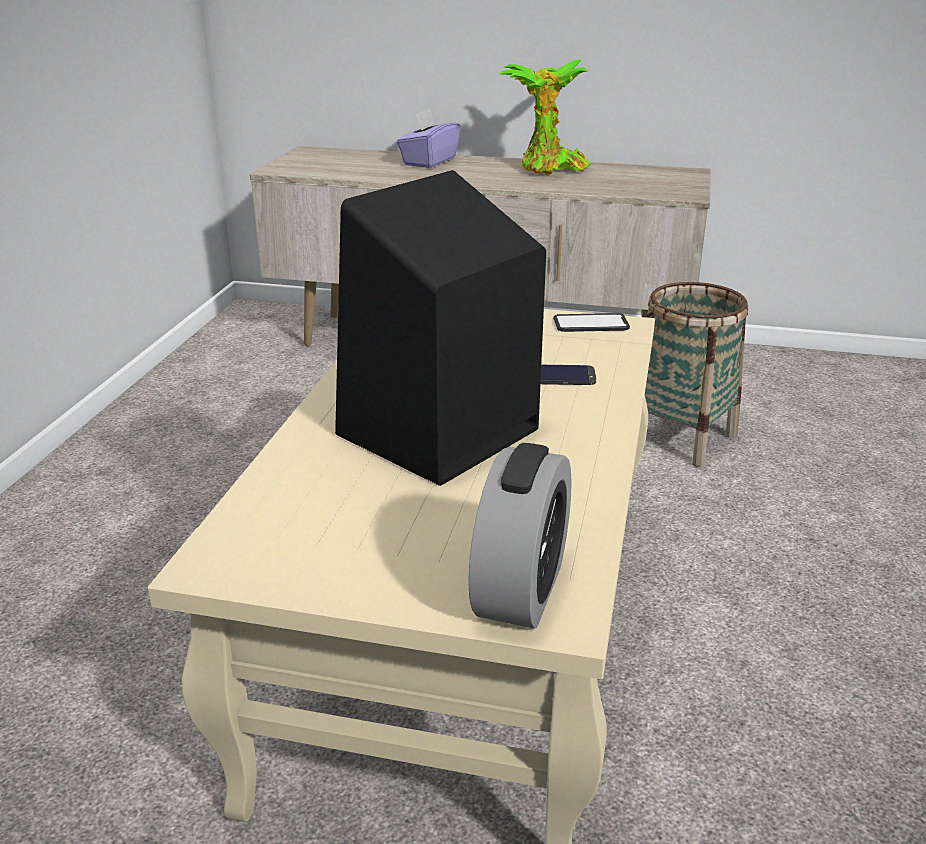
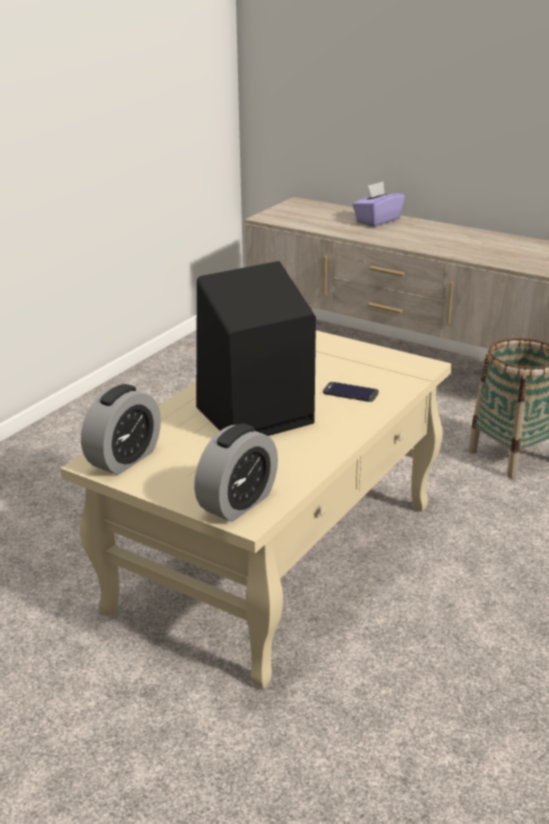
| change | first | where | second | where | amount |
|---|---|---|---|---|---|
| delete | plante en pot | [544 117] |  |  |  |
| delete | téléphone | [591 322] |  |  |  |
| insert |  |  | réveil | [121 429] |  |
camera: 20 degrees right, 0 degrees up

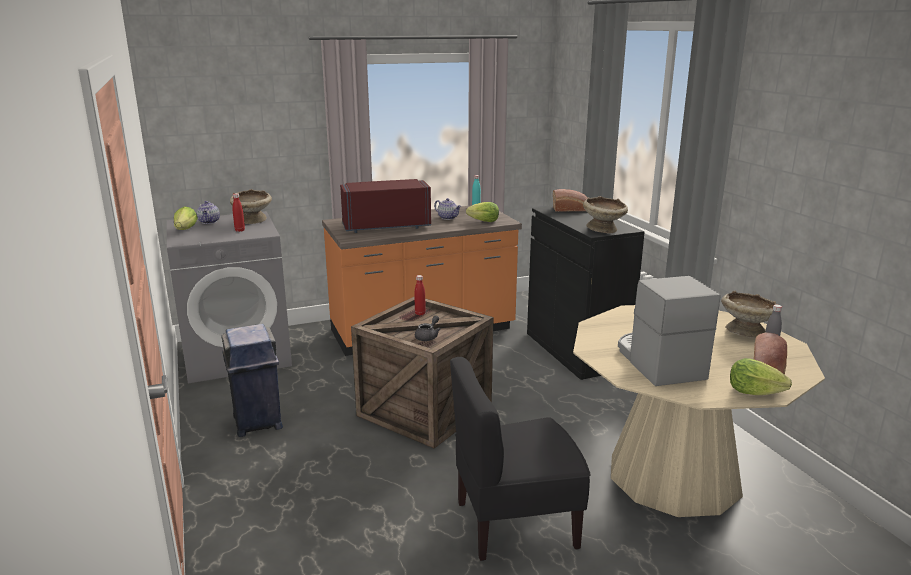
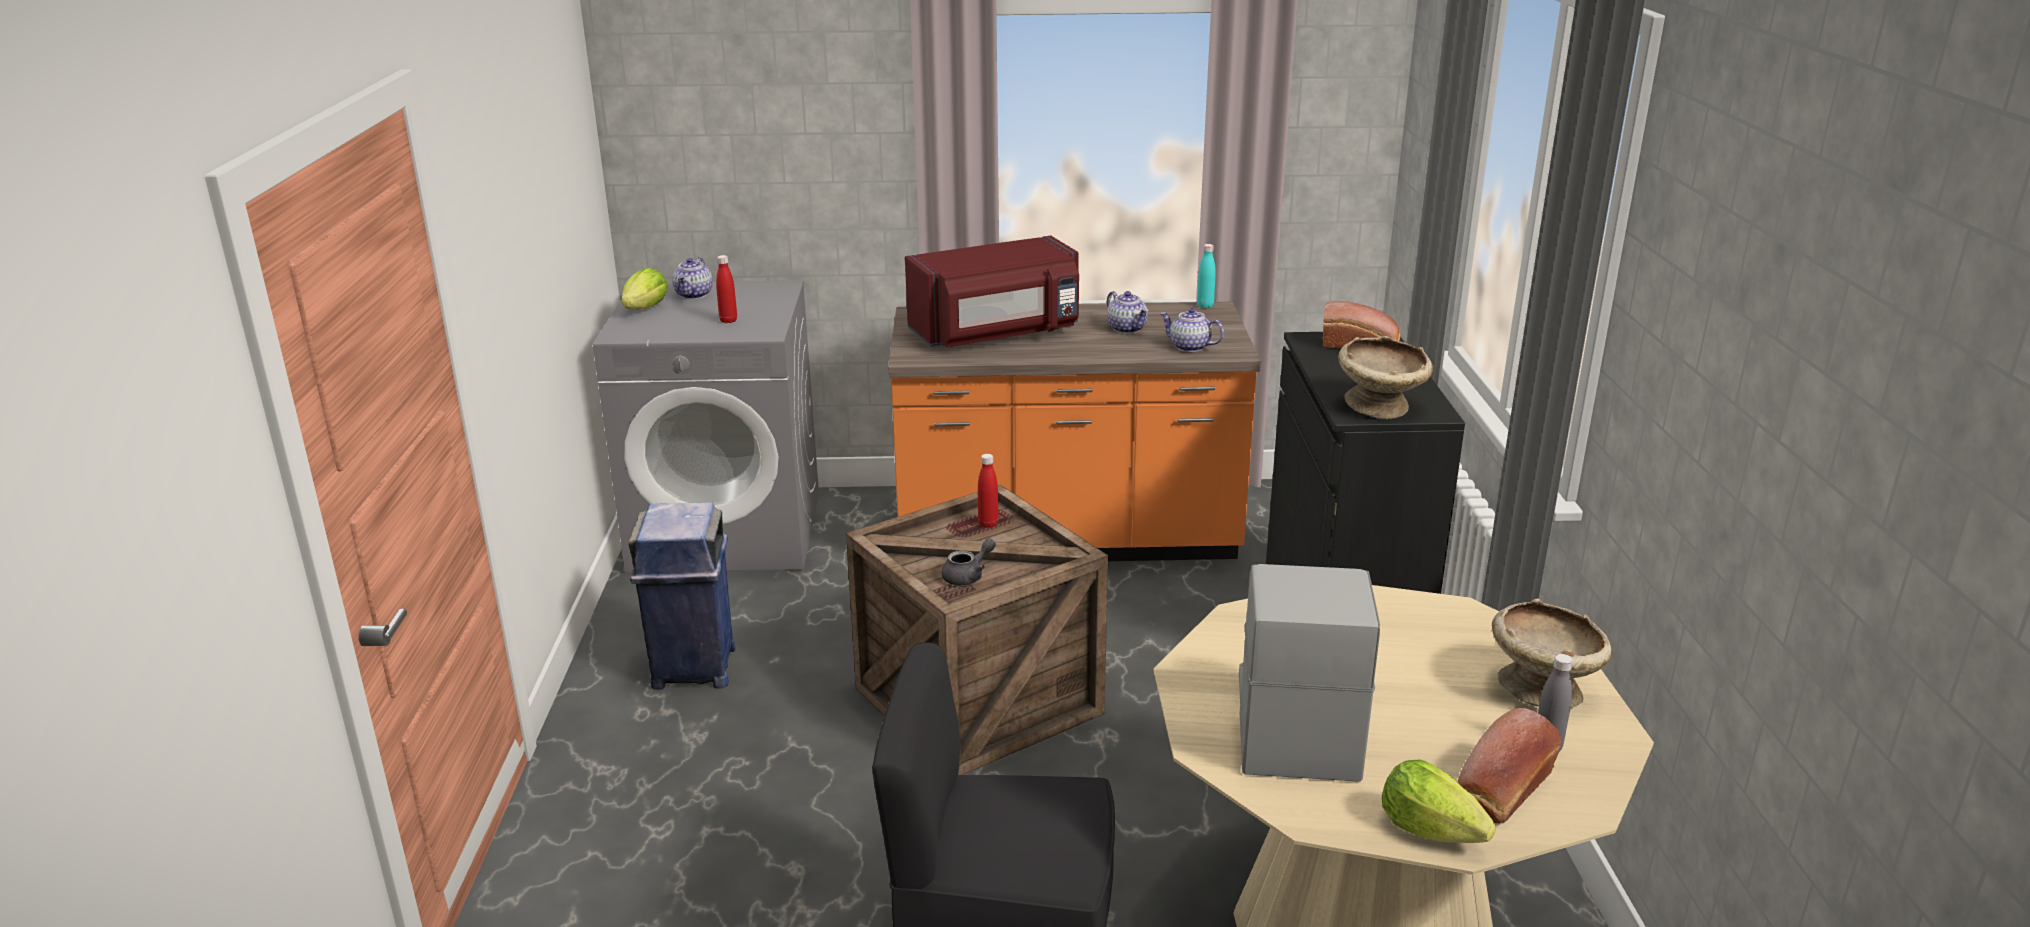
| change | first | where | second | where | amount |
|---|---|---|---|---|---|
| delete | bol/beige | [251 206] |  |  |  |
| replace | laitue | [482 212] | théière | [1192 330] |  |
| rotate | micro-ondes/rouge | [385 206] |  | [992 291] | 150 degrees clockwise |
camera: 20 degrees right, 5 degrees up

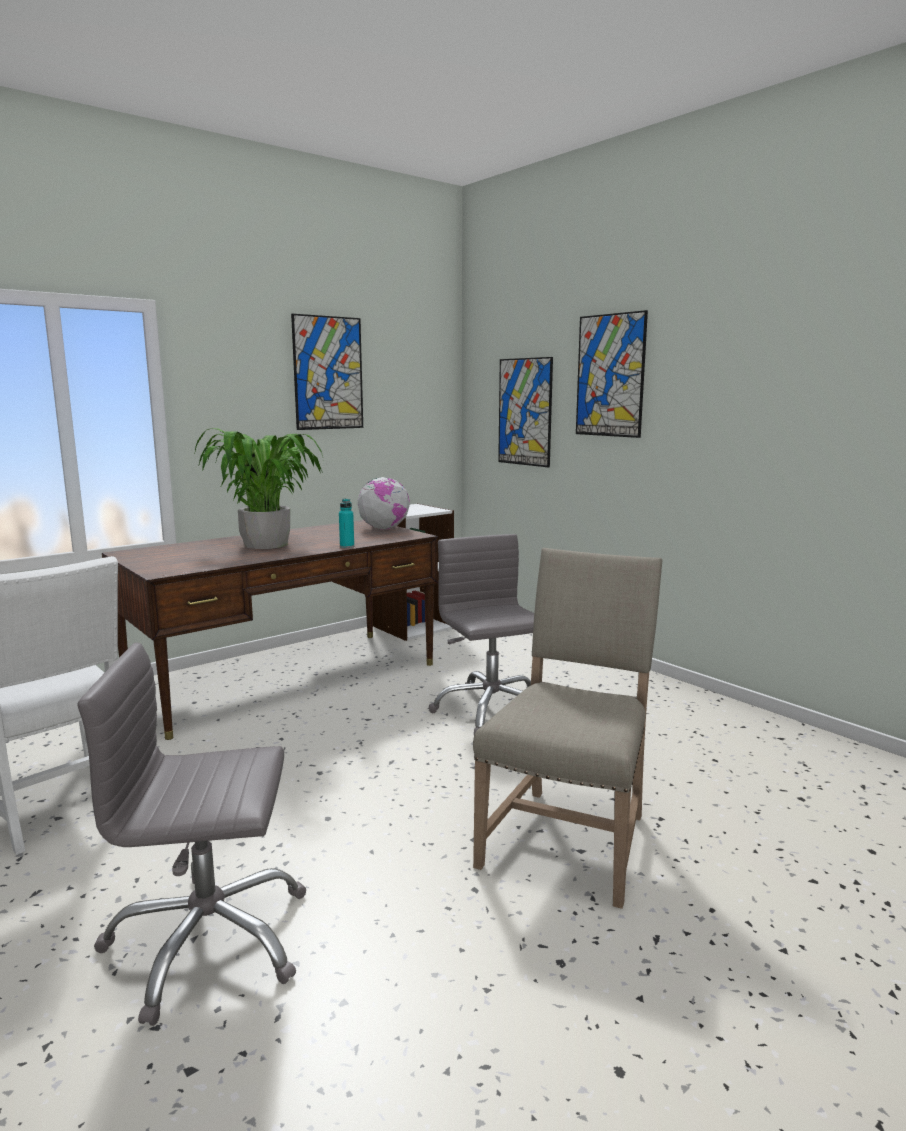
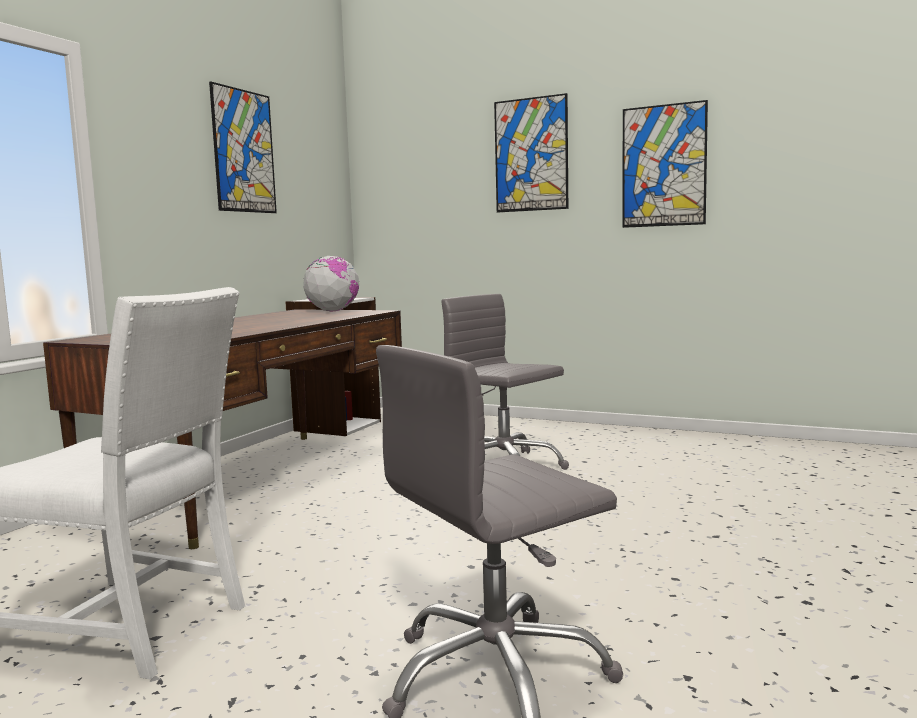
| change | first | where | second | where | amount |
|---|---|---|---|---|---|
| delete | plante en pot | [258 488] |  |  |  |
| delete | bouteille/turquoise | [346 523] |  |  |  |
| delete | chaise/beige | [567 728] |  |  |  |
| move | tableau | [525 412] |  | [665 164] |  |
camera: 25 degrees left, 5 degrees down

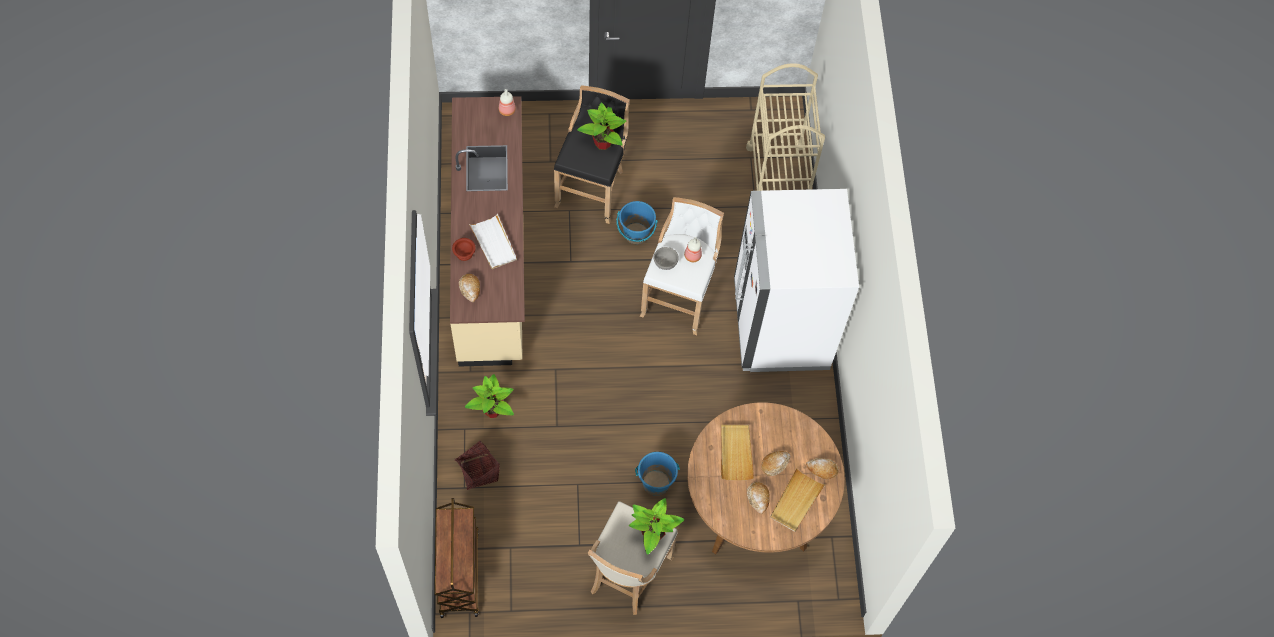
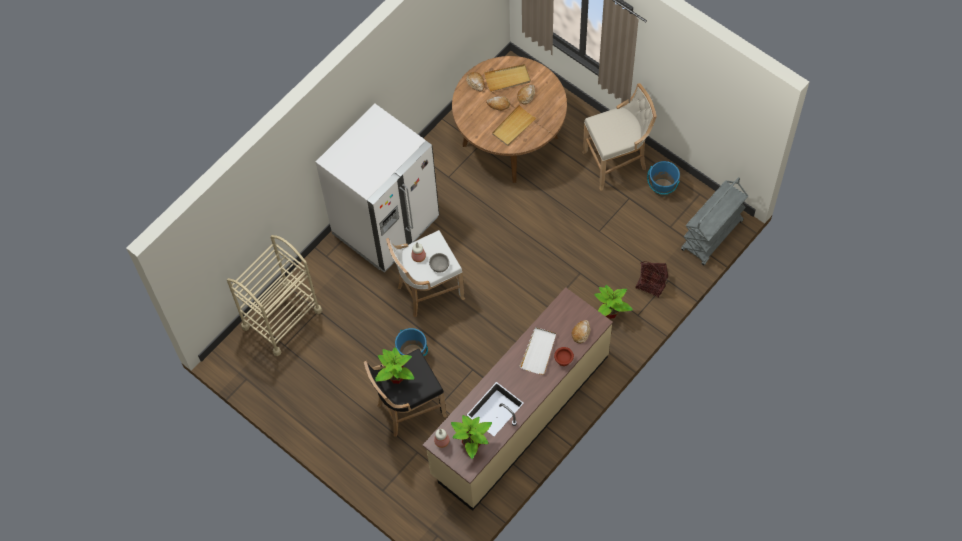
| change | first | where | second | where | amount |
|---|---|---|---|---|---|
| move | plante en pot | [657 526] |  | [471 437] |  |
| move | seau/bleu | [657 474] |  | [663 179] |  |
| recolor | chariot/marron | [457 558] | chariot/gris | [714 221] |  |
camera: 130 degrees left, 0 degrees up

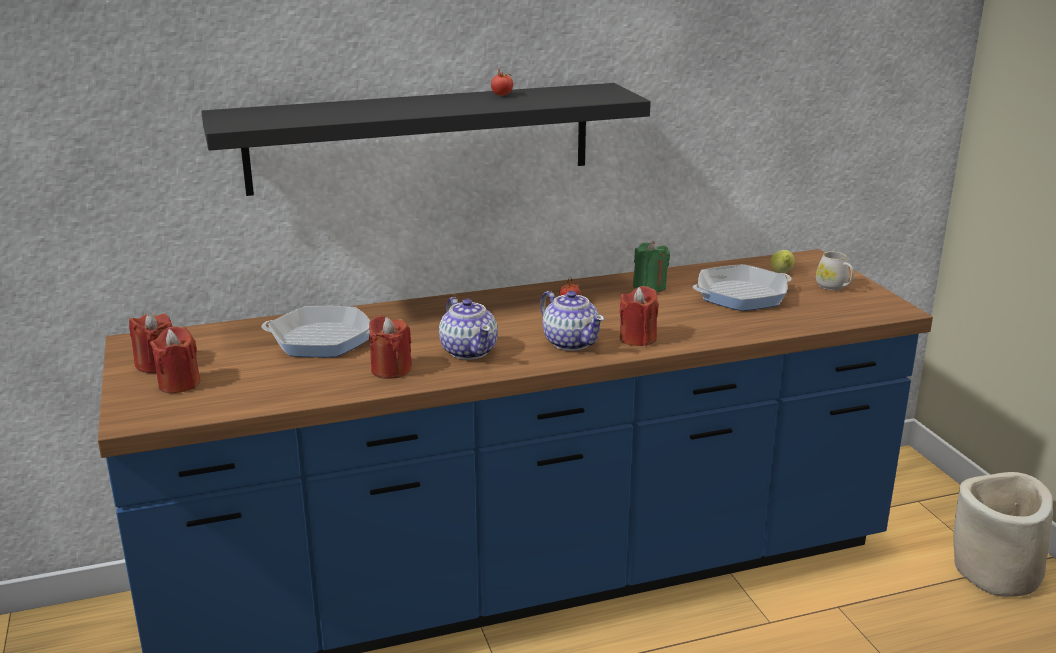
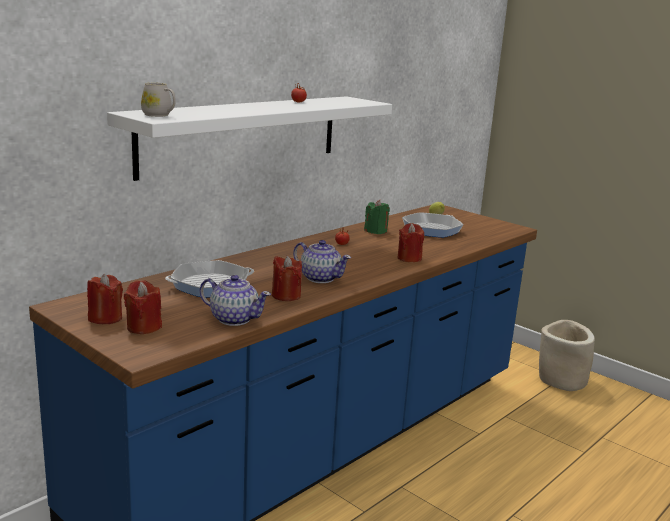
| change | first | where | second | where | amount |
|---|---|---|---|---|---|
| move | théière | [572 321] |  | [235 300] |  |
| move | mug/blanc | [835 270] |  | [158 100] |  |
| recolor | étagère/noir | [426 139] | étagère/blanc | [249 138] |  |
camera: 30 degrees left, 5 degrees down

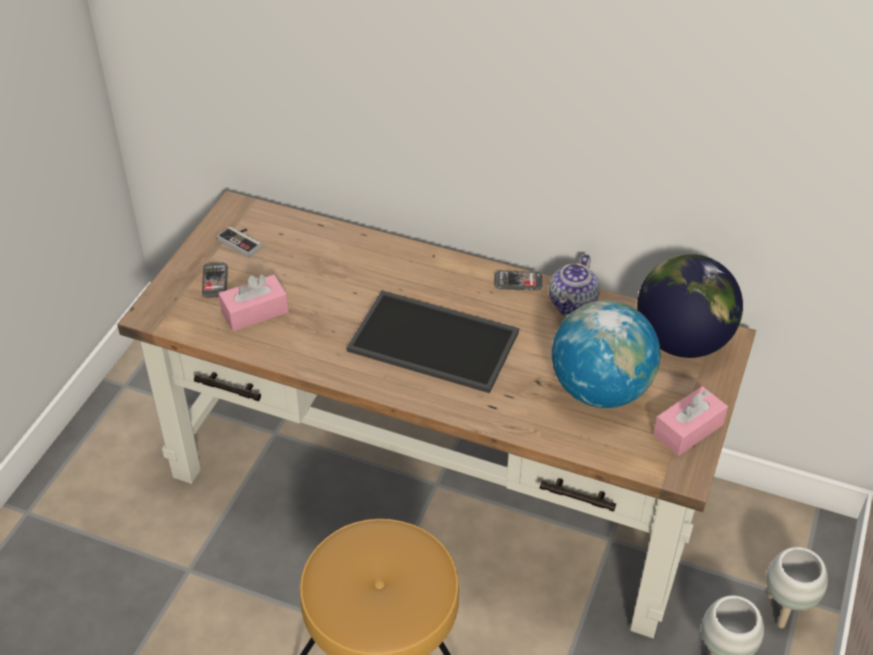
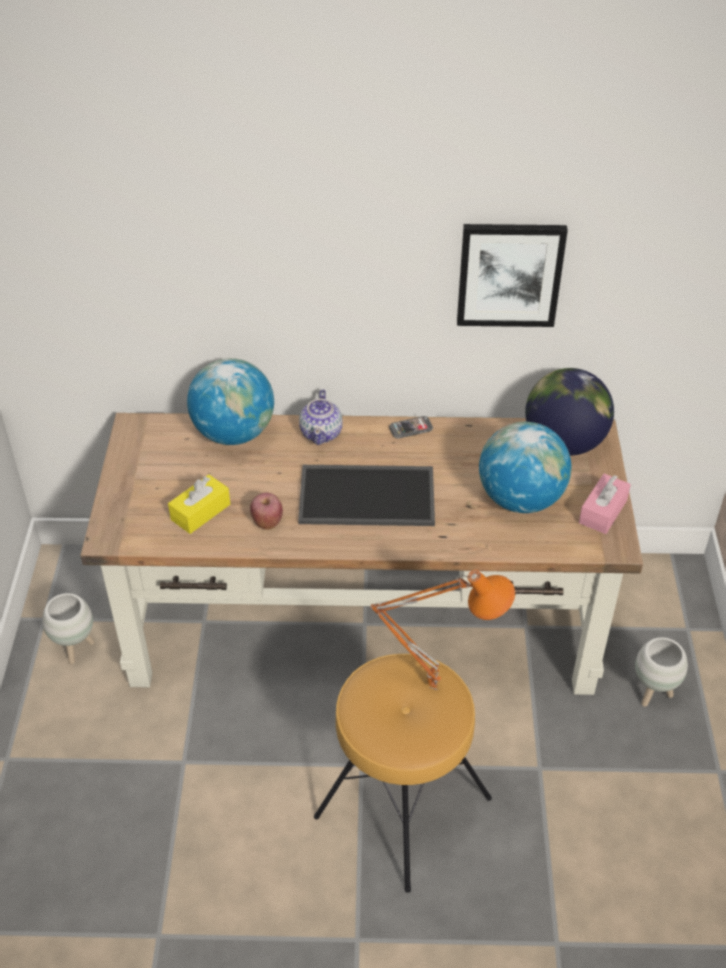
| change | first | where | second | where | amount |
|---|---|---|---|---|---|
| delete | téléphone | [215 280] |  |  |  |
| delete | manette | [239 242] |  |  |  |
| insert |  |  | globe | [230 401] |  |
| insert |  |  | pomme | [266 511] |  |
| insert |  |  | lampe de table/orange | [442 630] |  |
| insert |  |  | tableau | [512 275] |  |
| move | théière | [574 284] |  | [321 417] |  |
| move | cache-pot/blanc | [797 587] |  | [68 628] |  |
| recolor | boîte à mouchoirs/rose | [253 303] | boîte à mouchoirs/jaune | [199 504] |  |
camera: 20 degrees left, 0 degrees up

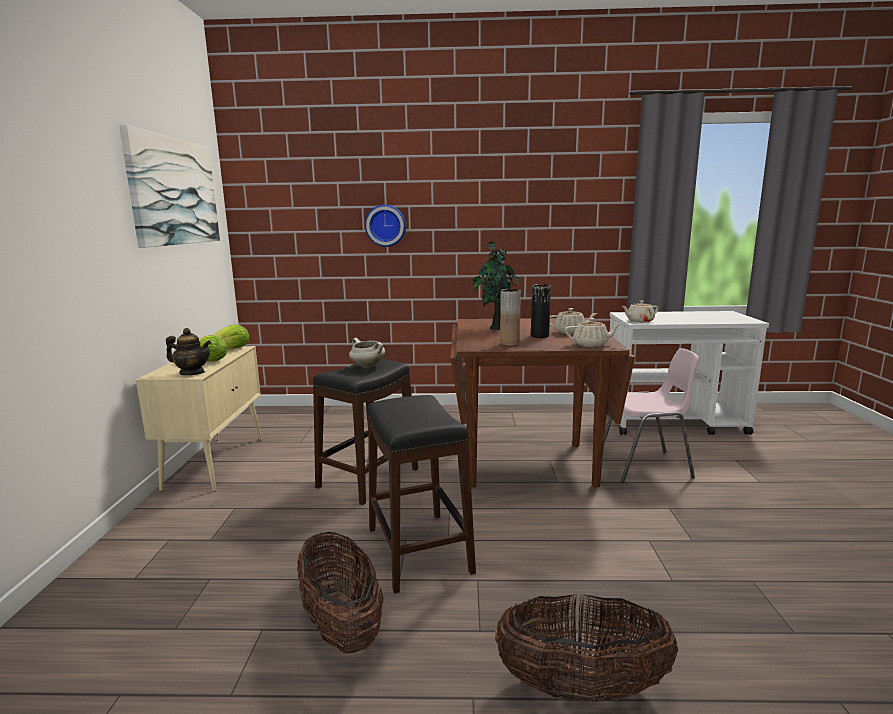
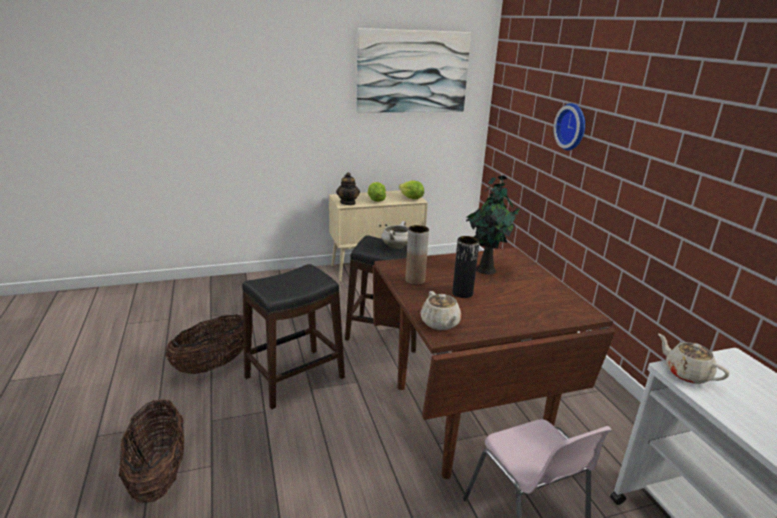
| change | first | where | second | where | amount |
|---|---|---|---|---|---|
| delete | théière/beige | [573 321] |  |  |  |
camera: 70 degrees right, 10 degrees up

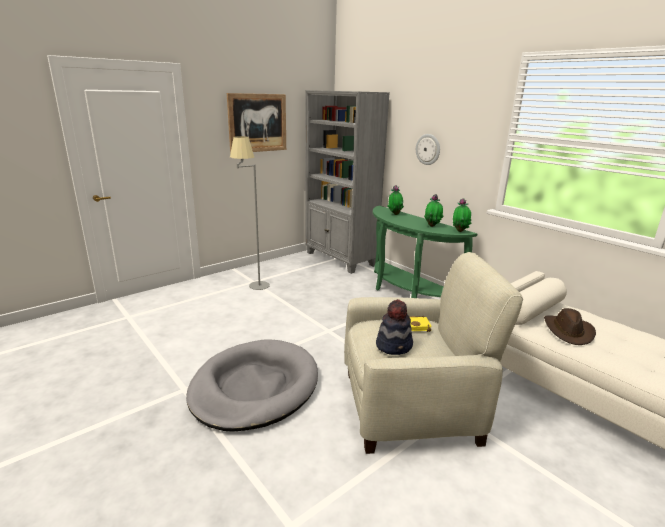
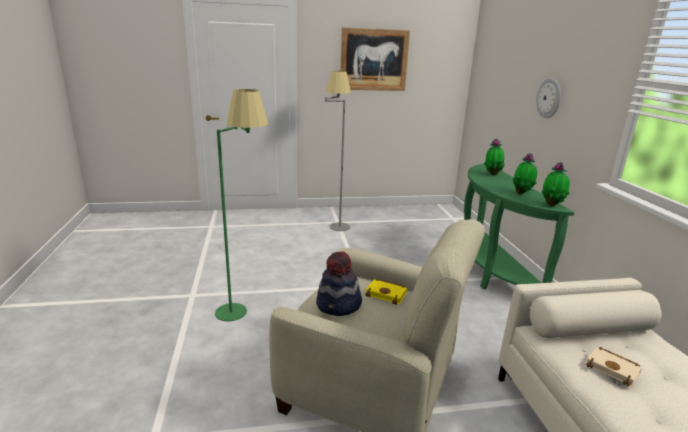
| change | first | where | second | where | amount |
|---|---|---|---|---|---|
| delete | bibliothèque/gris | [347 182] |  |  |  |
| replace | panier pour chien/gris | [252 385] | lampadaire/vert | [241 205] |  |
| replace | chapeau/marron | [570 326] | livre/beige | [614 367] |  |
camera: 30 degrees right, 0 degrees up

